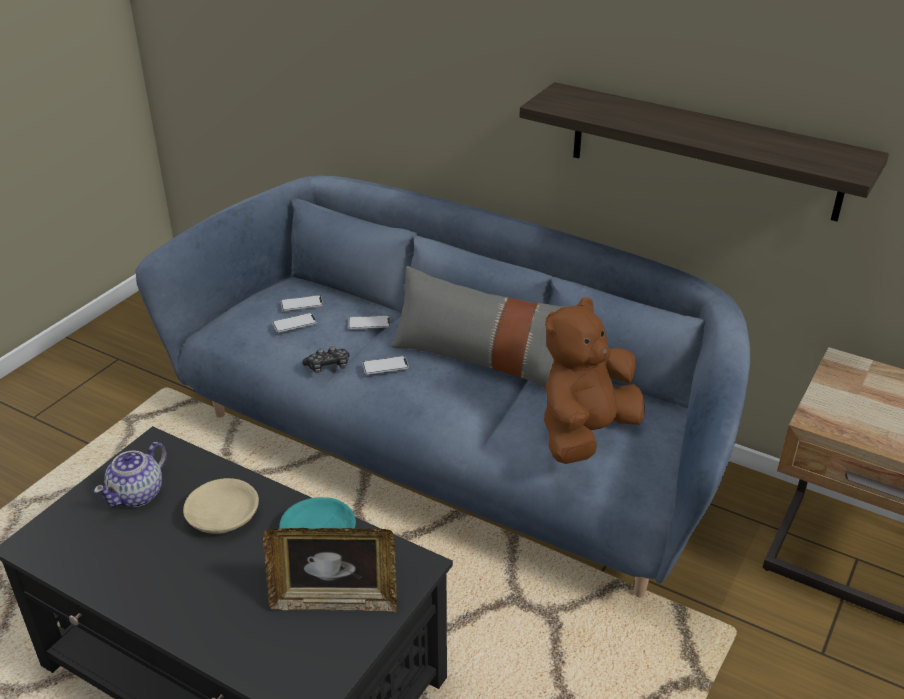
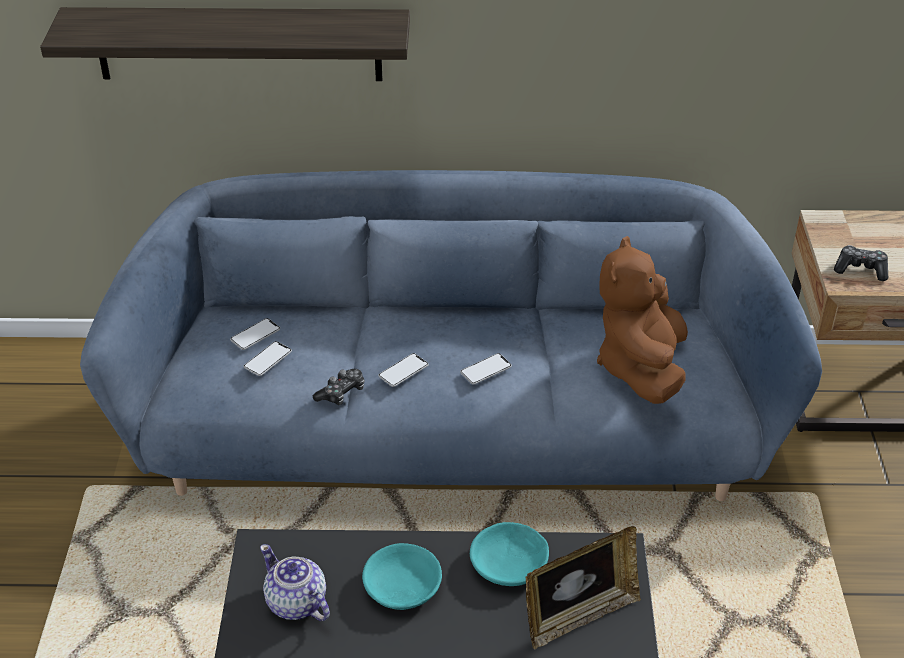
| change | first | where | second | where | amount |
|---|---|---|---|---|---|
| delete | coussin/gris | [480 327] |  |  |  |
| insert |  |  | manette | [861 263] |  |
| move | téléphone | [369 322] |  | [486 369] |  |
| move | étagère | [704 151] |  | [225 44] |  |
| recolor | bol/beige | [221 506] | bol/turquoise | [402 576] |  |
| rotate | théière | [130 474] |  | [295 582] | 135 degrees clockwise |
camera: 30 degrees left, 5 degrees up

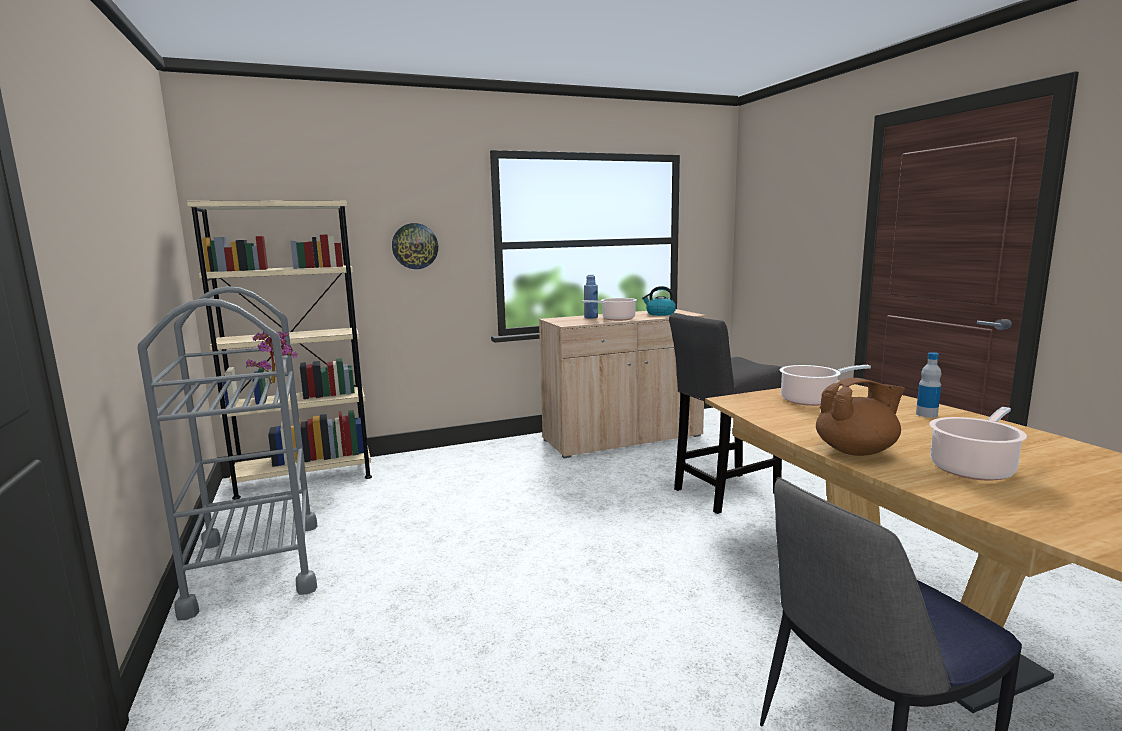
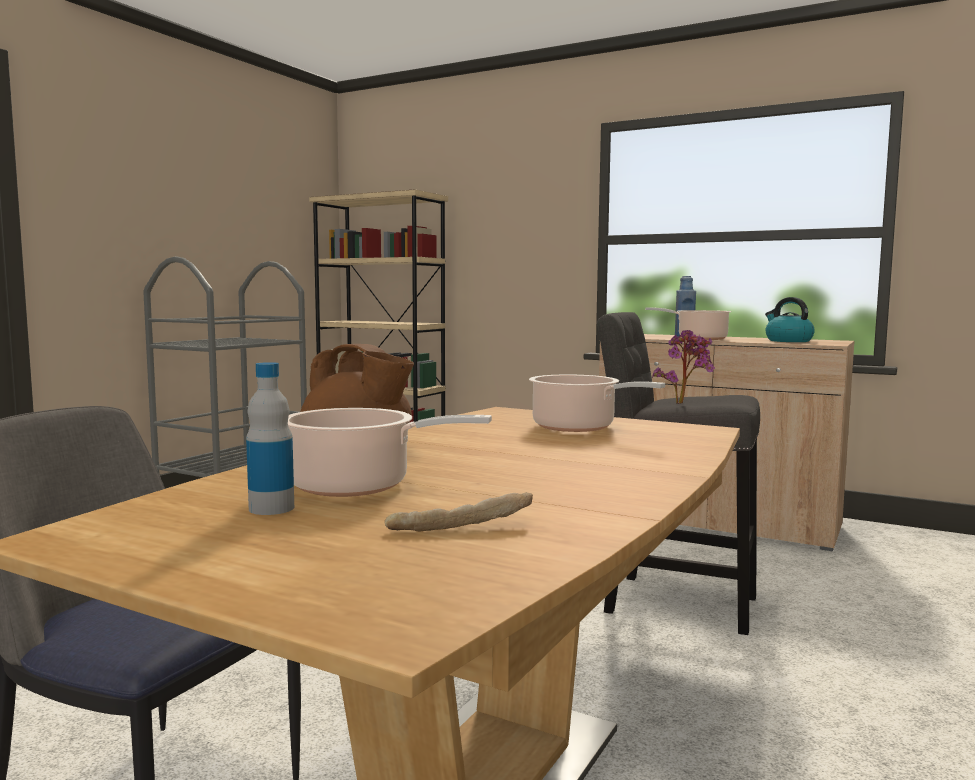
| change | first | where | second | where | amount |
|---|---|---|---|---|---|
| delete | horloge murale | [415 246] |  |  |  |
| insert |  |  | pain | [459 511] |  |
| move | plante en pot | [272 357] |  | [683 367] |  |
| move | bouteille | [928 385] |  | [270 438] |  |
camera: 50 degrees right, 5 degrees down

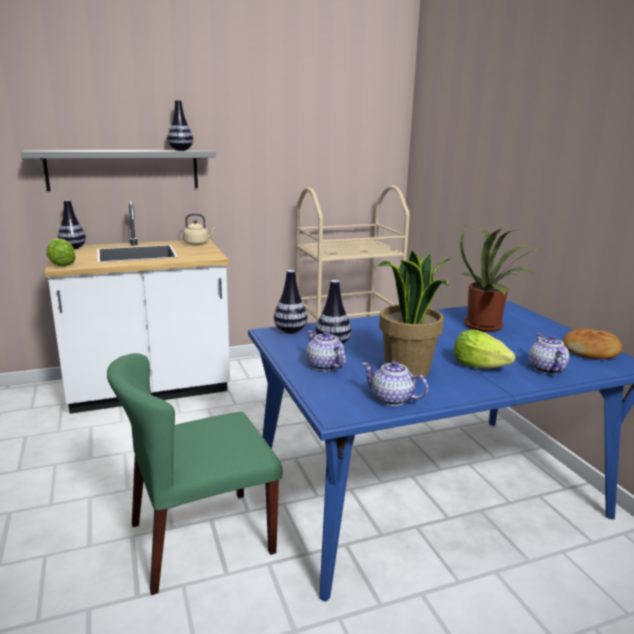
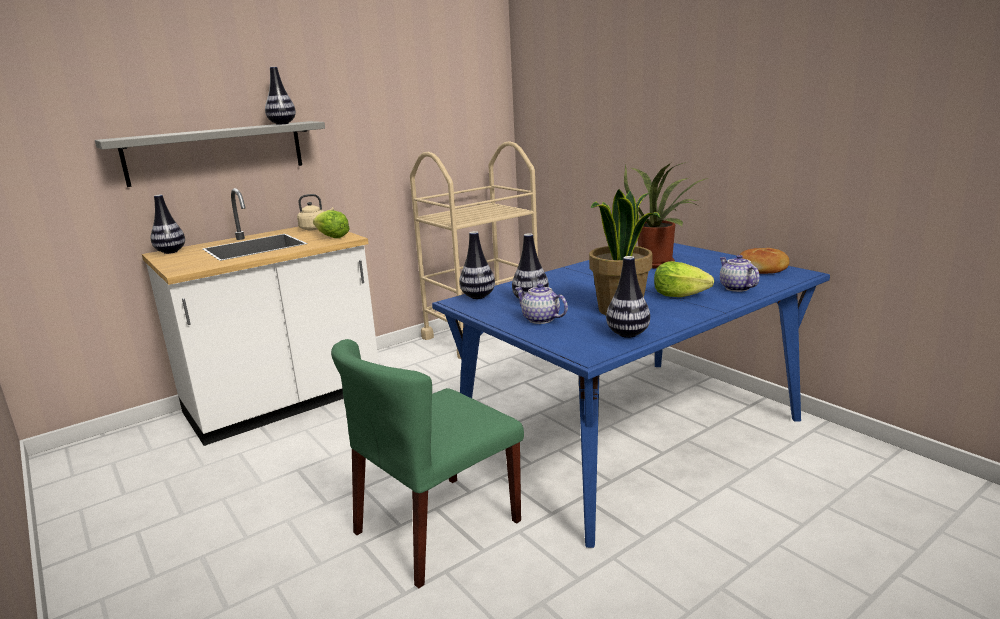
| change | first | where | second | where | amount |
|---|---|---|---|---|---|
| move | laitue | [61 252] |  | [331 224] |  |
| replace | théière | [395 383] | vase | [628 297] |  |
camera: 15 degrees left, 0 degrees up

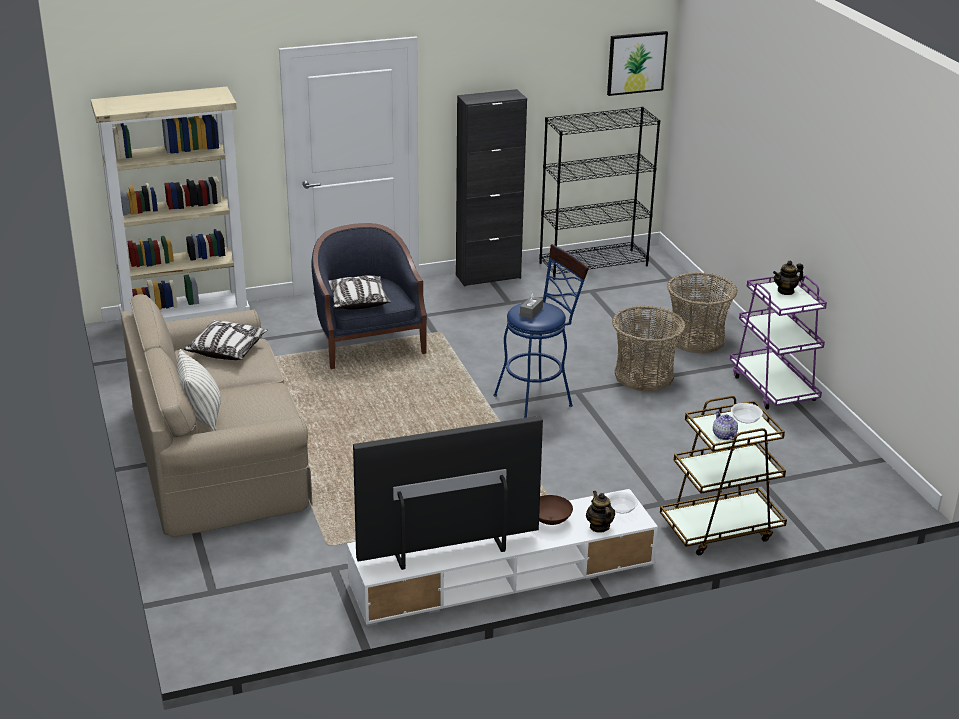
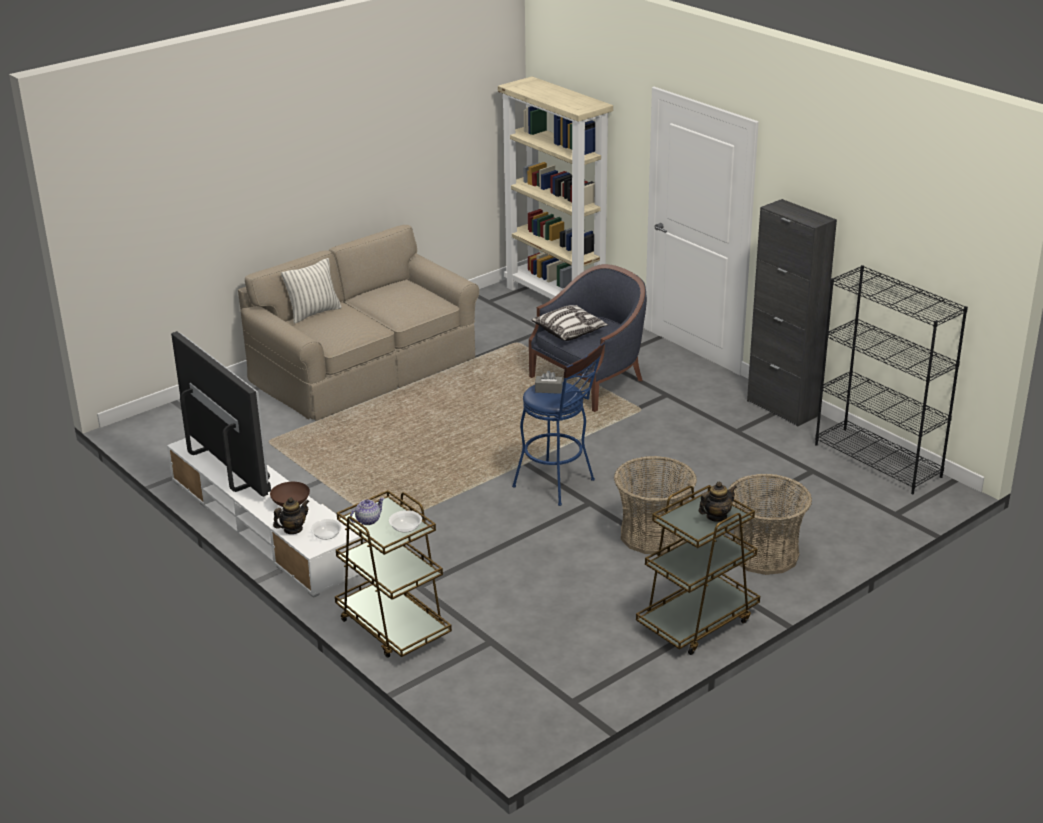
| change | first | where | second | where | amount |
|---|---|---|---|---|---|
| delete | coussin | [226 340] |  |  |  |
| delete | tableau | [637 63] |  |  |  |
| recolor | chariot/violet | [778 342] | chariot/marron | [698 570] |  |
| rotate | théière | [788 278] |  | [717 502] | 105 degrees clockwise |
camera: 70 degrees right, 0 degrees up

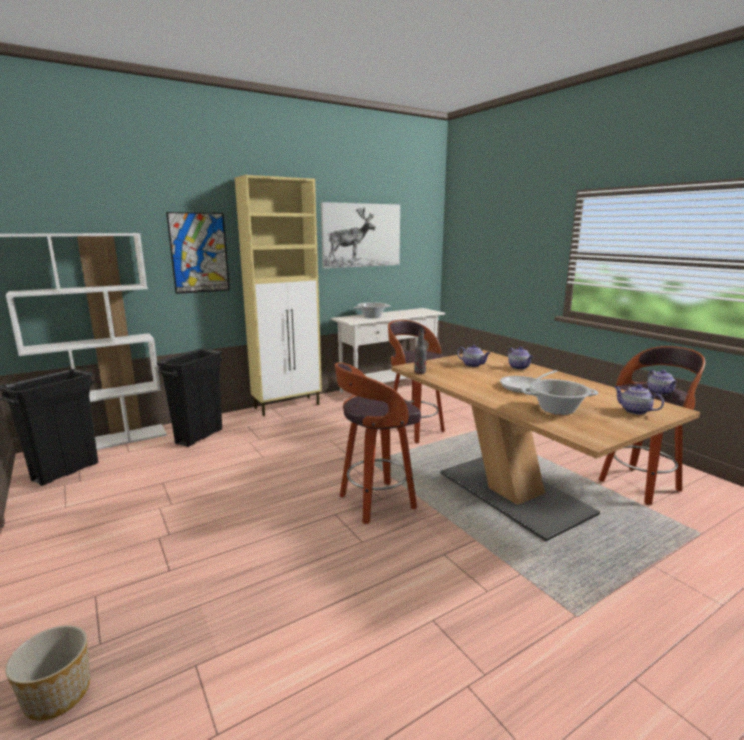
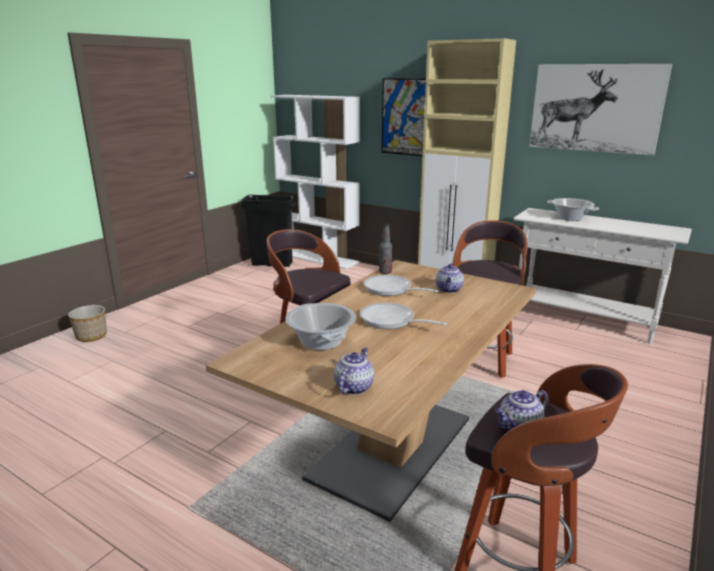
| change | first | where | second | where | amount |
|---|---|---|---|---|---|
| delete | poubelle/noir | [190 398] |  |  |  |
| delete | théière | [520 358] |  |  |  |
| insert |  |  | poêle | [401 285] |  |
camera: 65 degrees right, 5 degrees up

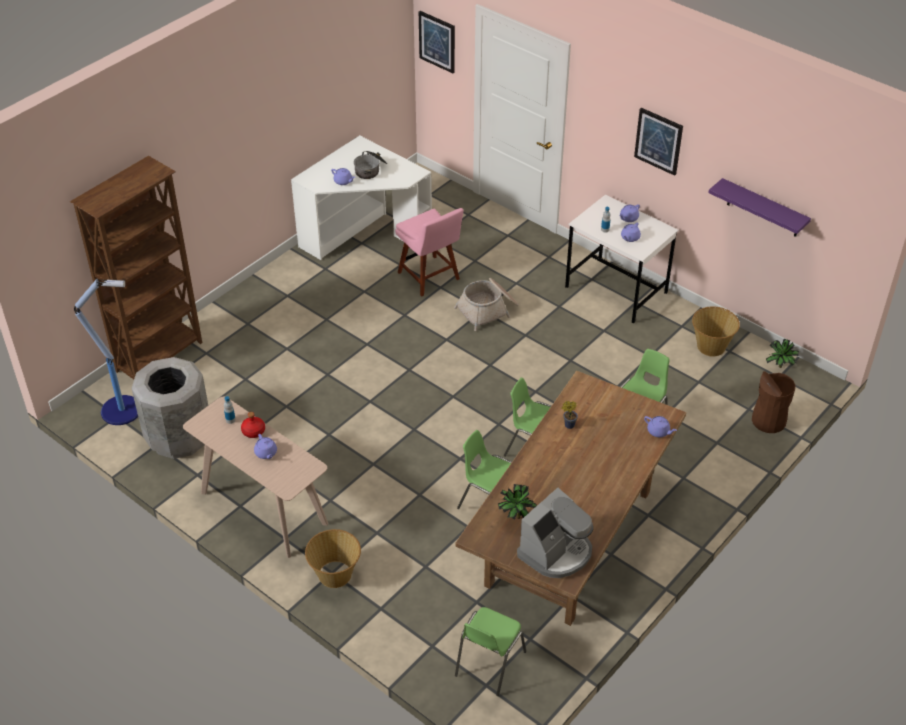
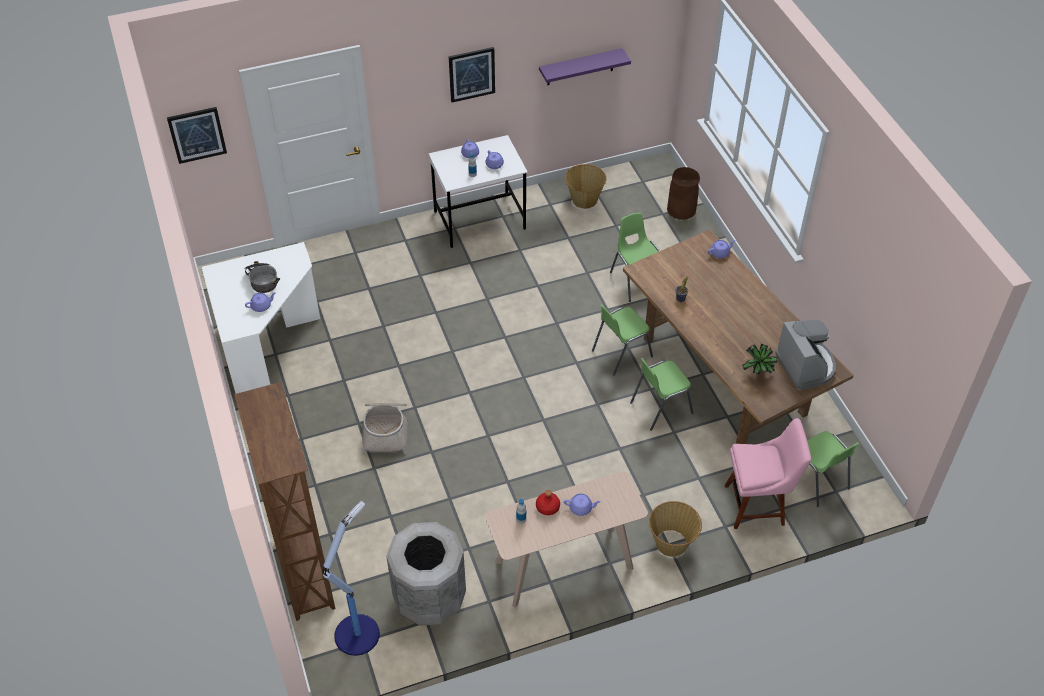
| change | first | where | second | where | amount |
|---|---|---|---|---|---|
| delete | plante en pot | [782 353] |  |  |  |
| move | chaise/rose | [429 252] |  | [768 473] |  |
| move | panier | [486 304] |  | [385 429] |  |
camera: 60 degrees left, 5 degrees up

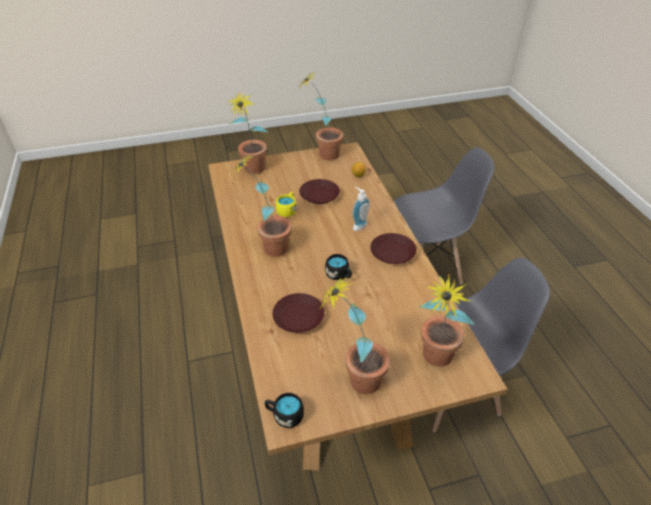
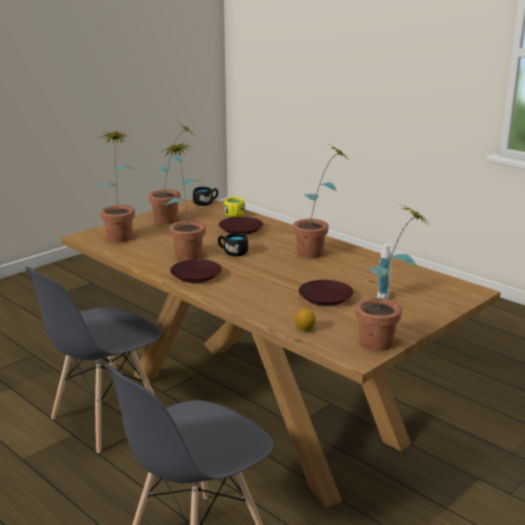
| change | first | where | second | where | amount |
|---|---|---|---|---|---|
| move | plante en pot | [247 132] |  | [184 201] |  |
| move | mug/jaune | [286 204] |  | [234 207] |  |
| move | distributeur de savon | [361 209] |  | [387 271] |  |
camera: 150 degrees right, 20 degrees down

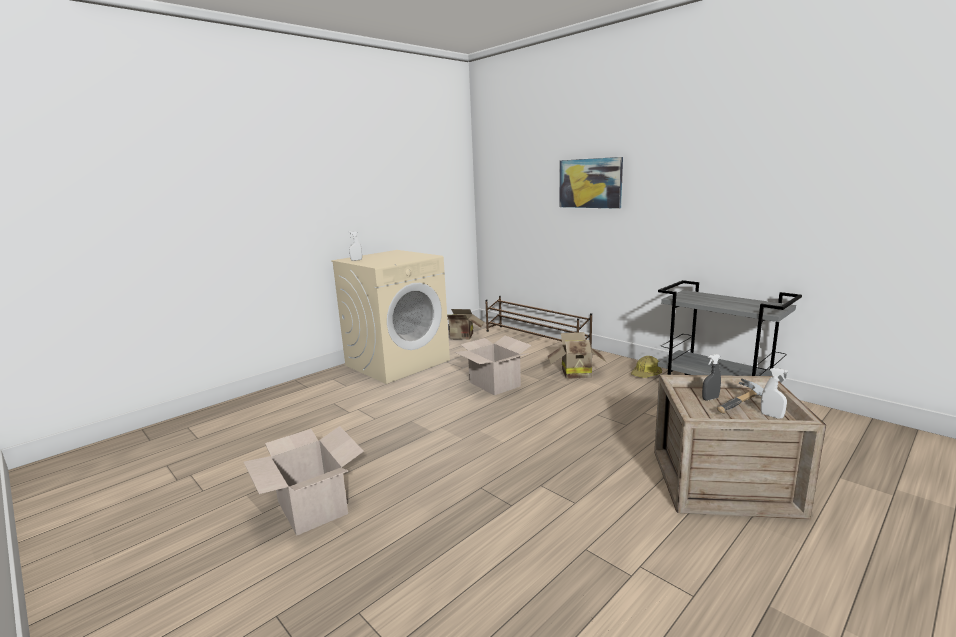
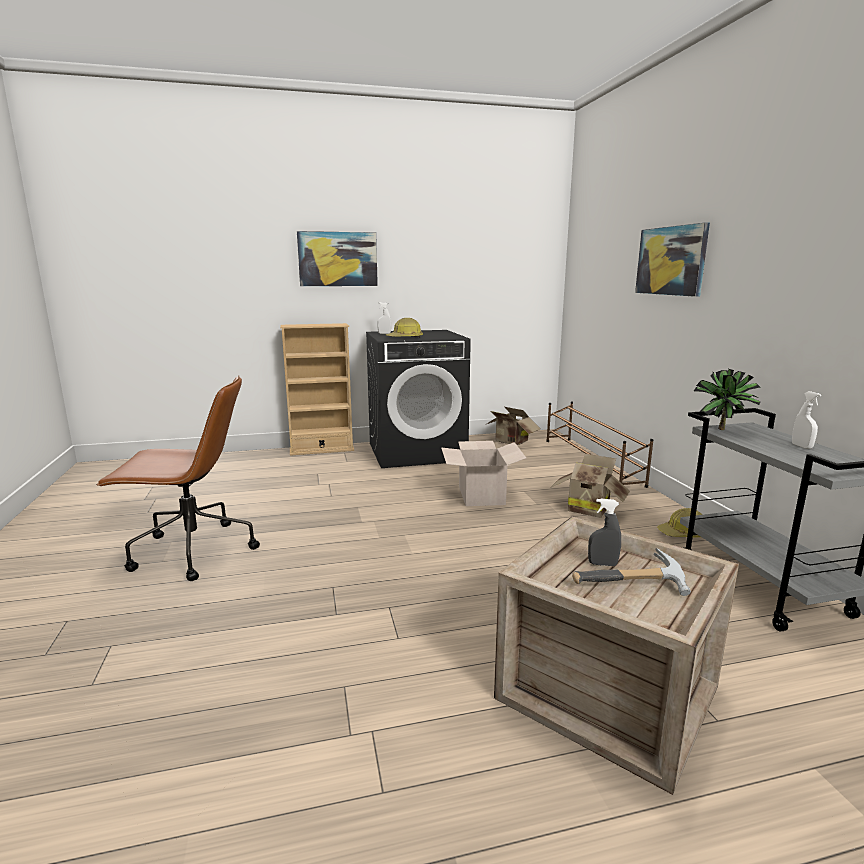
| change | first | where | second | where | amount |
|---|---|---|---|---|---|
| insert |  |  | bibliothèque/beige | [317 389] |  |
| insert |  |  | tableau | [337 258] |  |
| insert |  |  | casque de chantier | [404 328] |  |
| insert |  |  | plante en pot | [727 399] |  |
| move | vaporisateur/blanc | [774 393] |  | [807 420] |  |
| replace | carton | [304 481] | chaise de bureau/marron | [178 478] |  |
| recolor | lave-linge/beige | [390 317] | lave-linge/noir | [418 399] |  |
camera: 30 degrees right, 0 degrees up

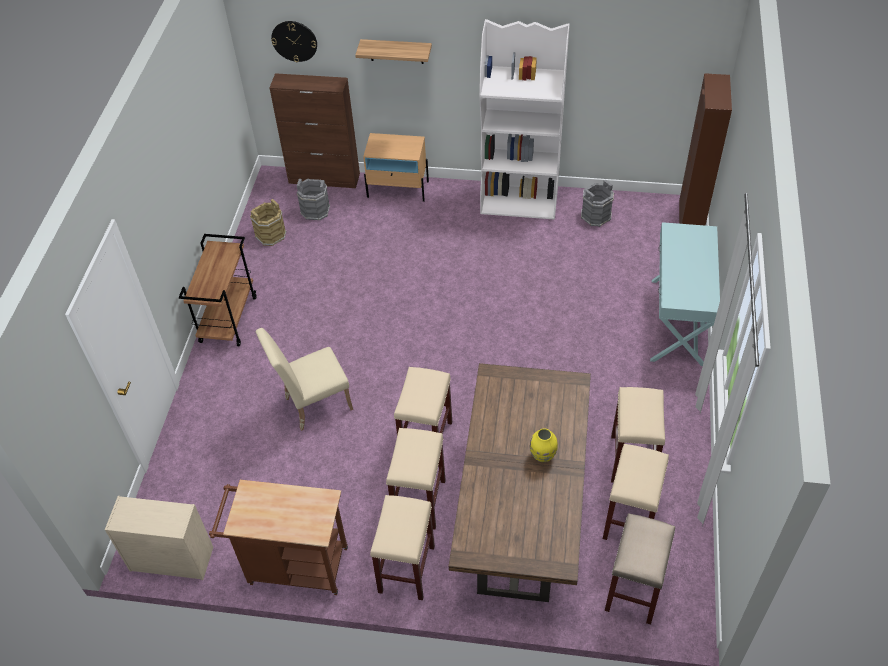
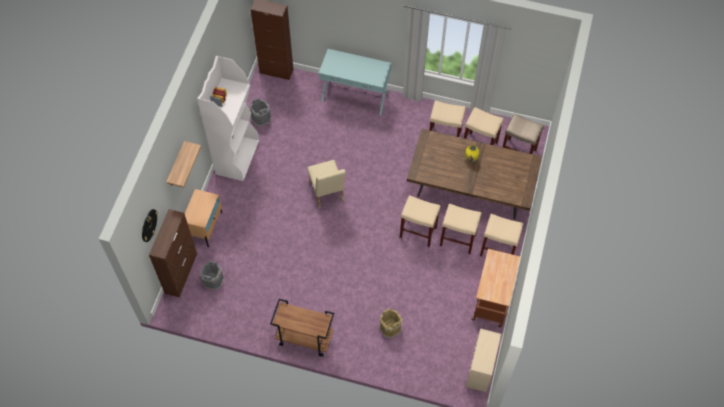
| change | first | where | second | where | amount |
|---|---|---|---|---|---|
| move | seau/marron | [268 222] |  | [391 323] |  |
| move | chaise/beige | [304 379] |  | [326 184] |  |
camera: 85 degrees left, 10 degrees up

